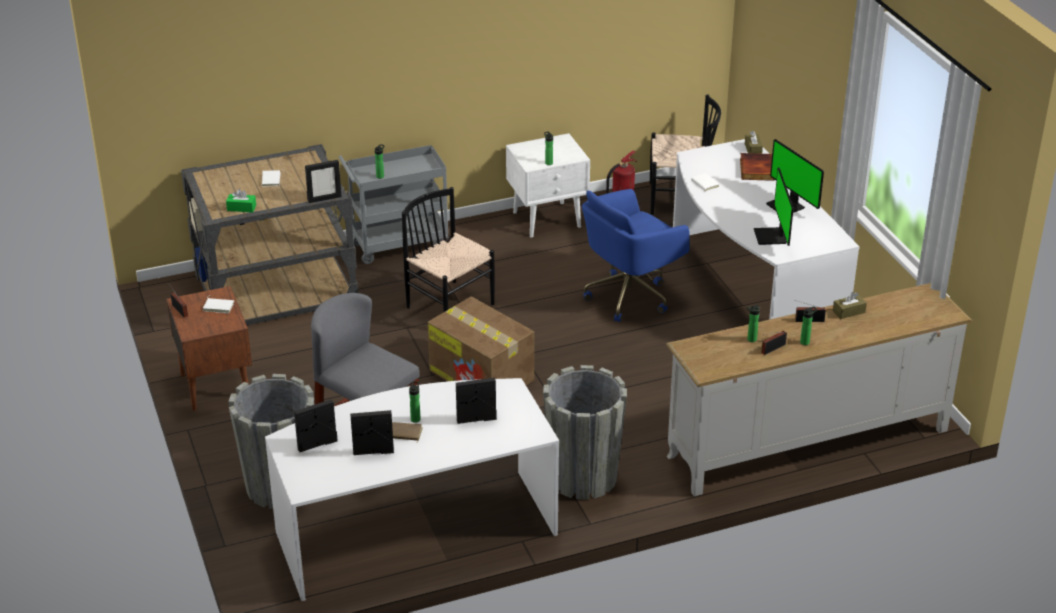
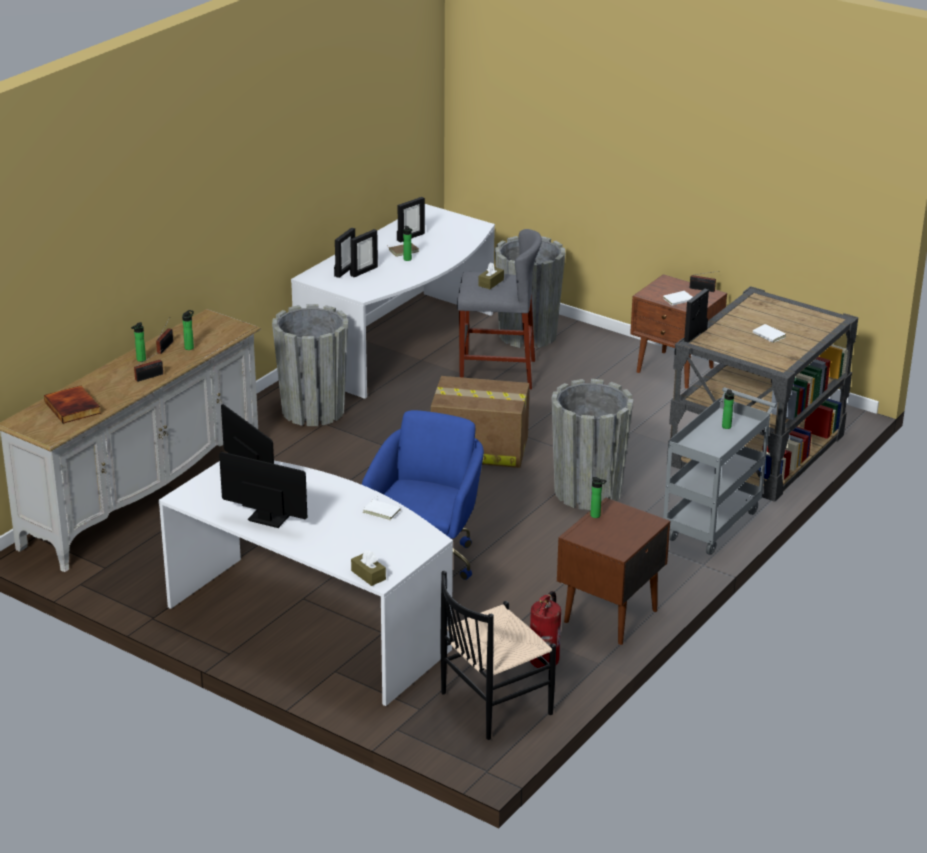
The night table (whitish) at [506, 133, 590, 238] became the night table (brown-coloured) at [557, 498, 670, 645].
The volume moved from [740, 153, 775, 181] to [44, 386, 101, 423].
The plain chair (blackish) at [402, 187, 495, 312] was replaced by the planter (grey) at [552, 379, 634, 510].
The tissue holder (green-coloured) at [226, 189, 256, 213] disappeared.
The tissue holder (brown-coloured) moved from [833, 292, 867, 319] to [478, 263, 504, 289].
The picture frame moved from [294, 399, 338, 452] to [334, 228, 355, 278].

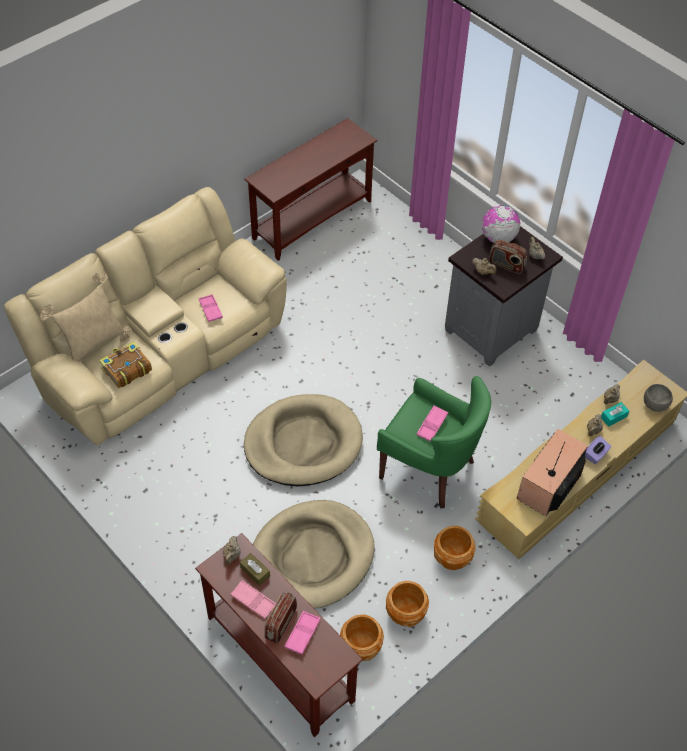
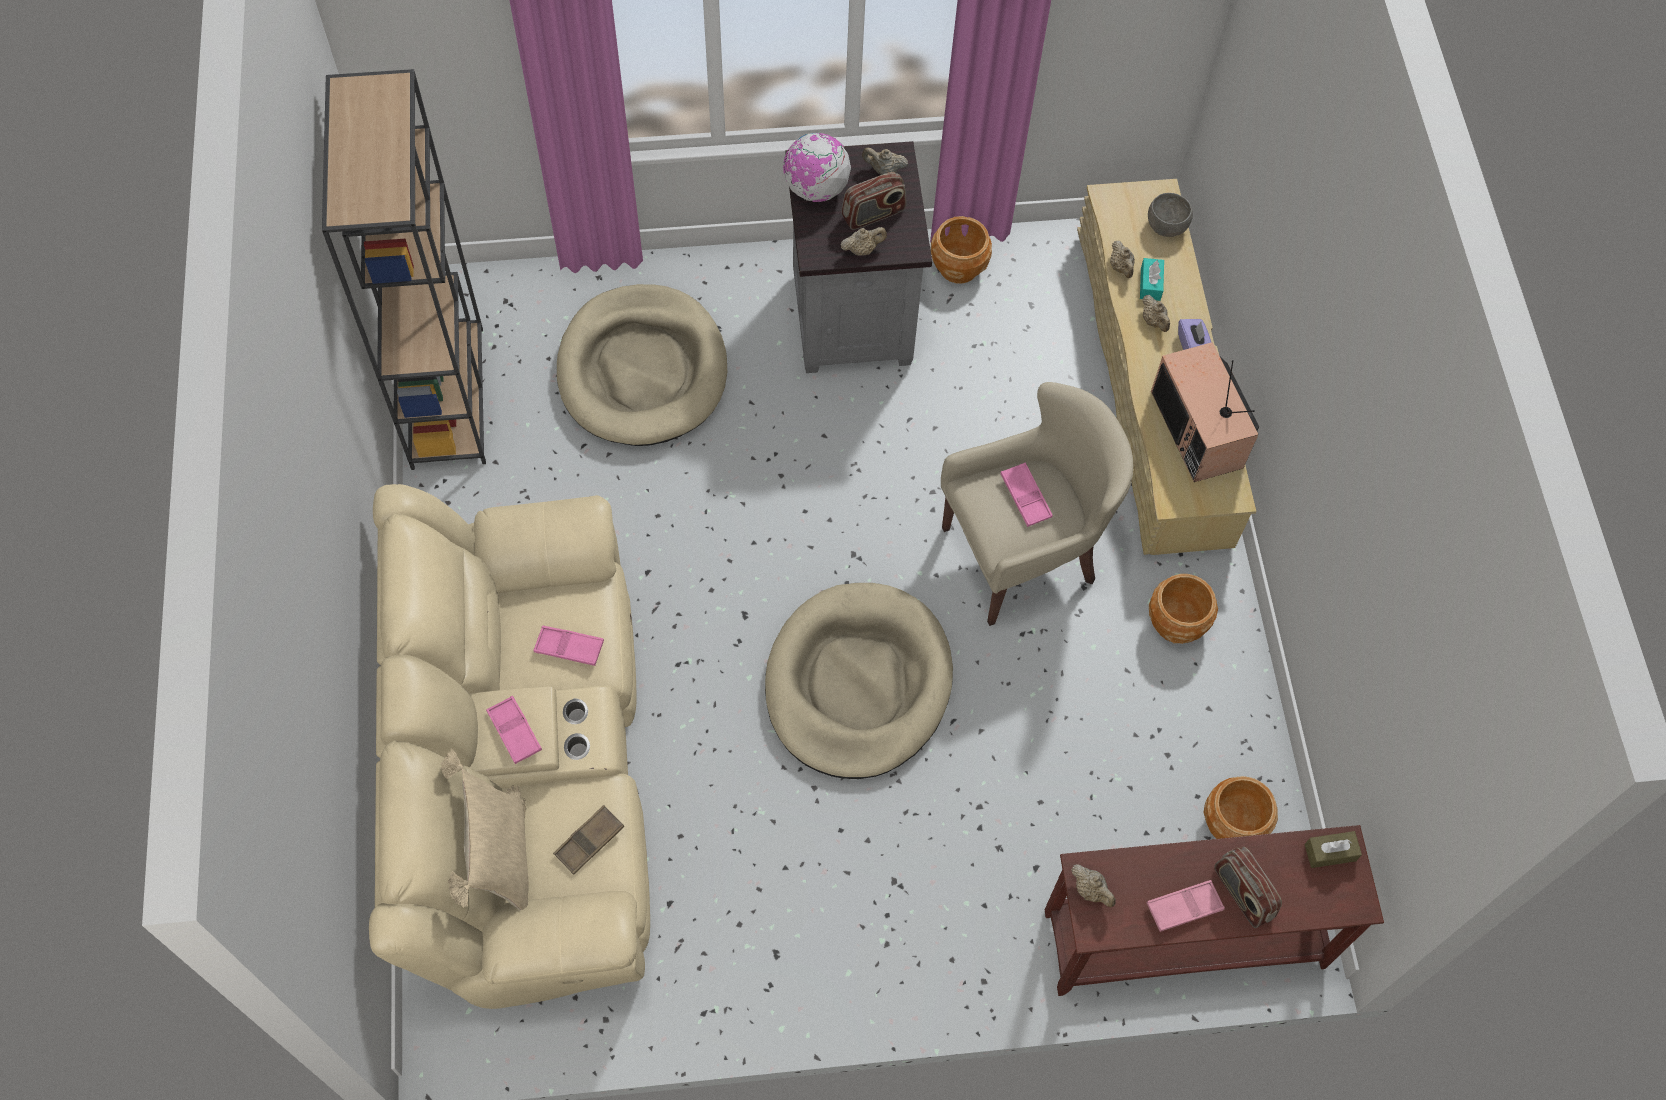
The console table (brown-coloured) at [244, 118, 377, 261] was replaced by the shelving unit at [322, 69, 486, 470].
The volume at [99, 341, 152, 388] was replaced by the tray (brown-coloured) at [553, 805, 624, 875].
The easy chair (green-coloured) at [377, 376, 491, 508] became the easy chair (beige) at [941, 382, 1133, 626].
The dog bed (beige) moved from [253, 500, 375, 609] to [557, 284, 727, 446].
The tissue holder (brown-coloured) moved from [240, 553, 270, 586] to [1304, 831, 1362, 868].
The planter (brown-coloured) moved from [386, 581, 429, 627] to [931, 216, 992, 284].
The tray (pink-coloured) moved from [285, 611, 321, 655] to [486, 696, 542, 764].

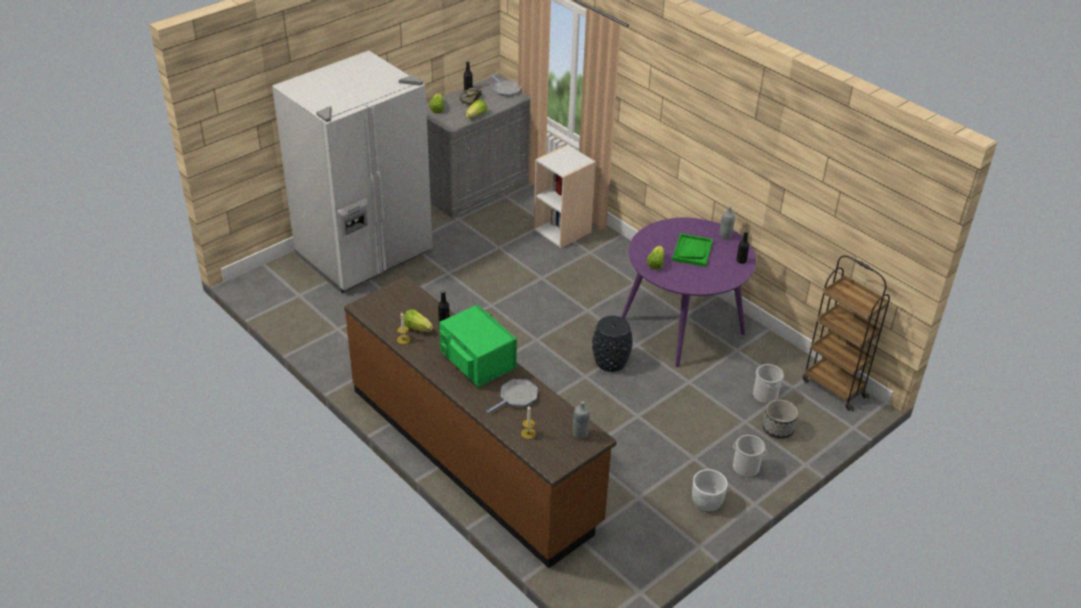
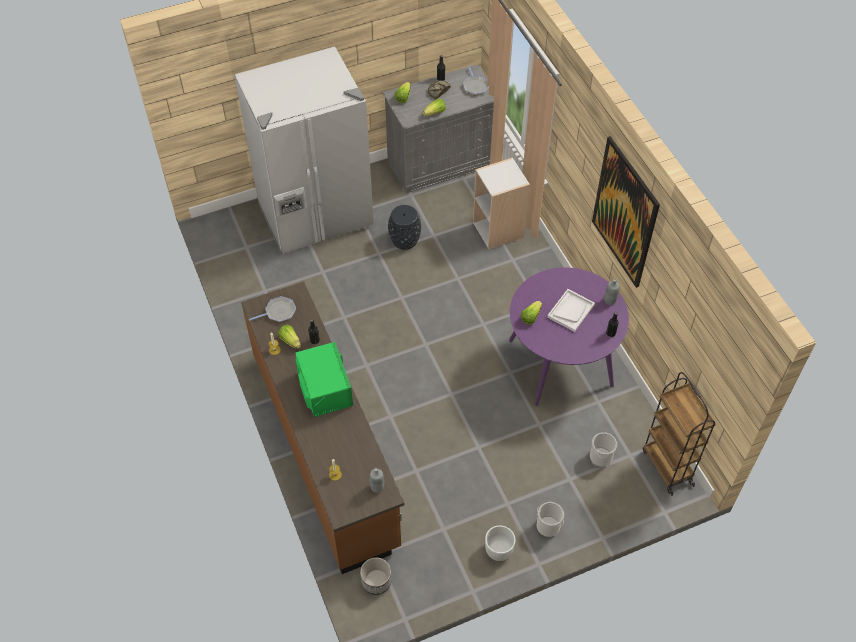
The tray (green-coloured) at [672, 233, 713, 267] became the tray (whitish) at [547, 289, 595, 332].
The sitting stool (blackish) moved from [592, 316, 633, 372] to [388, 205, 421, 250].
The pan moved from [487, 379, 538, 413] to [249, 296, 296, 322].
The planter moved from [763, 399, 798, 439] to [360, 557, 392, 595].
The picture at [592, 136, 660, 288] appeared.

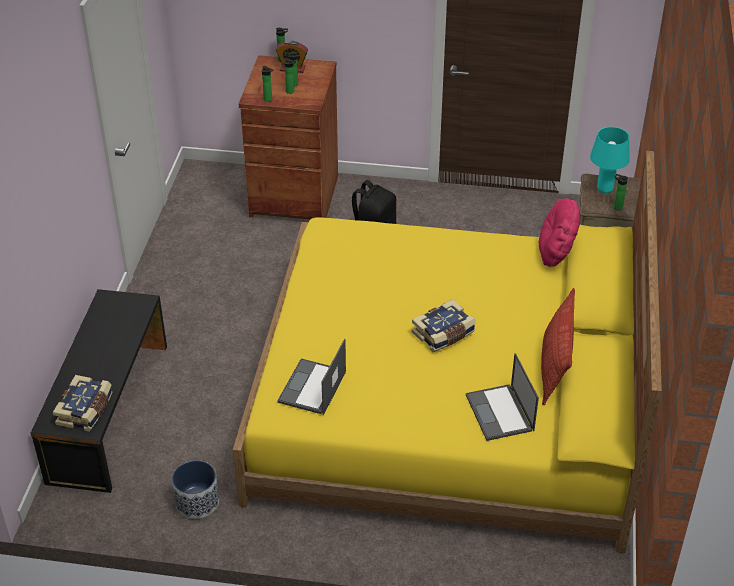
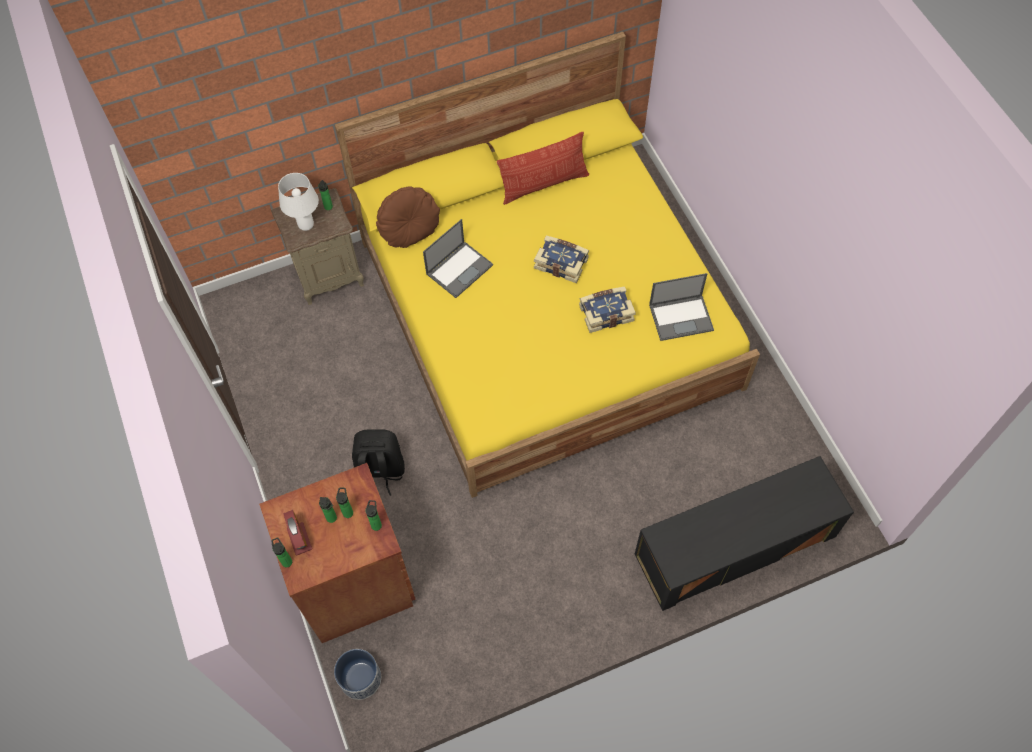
The tabletop lamp (turquoise) at [590, 127, 630, 193] became the tabletop lamp (whitish) at [278, 173, 319, 231].
The cushion (pink-coloured) at [539, 198, 580, 267] became the cushion (brown-coloured) at [376, 186, 440, 248].
The portable computer moved from [466, 353, 539, 441] to [423, 219, 493, 298].
The volume moved from [53, 375, 113, 432] to [579, 286, 636, 333].
The planter moved from [172, 460, 219, 519] to [334, 649, 381, 700].

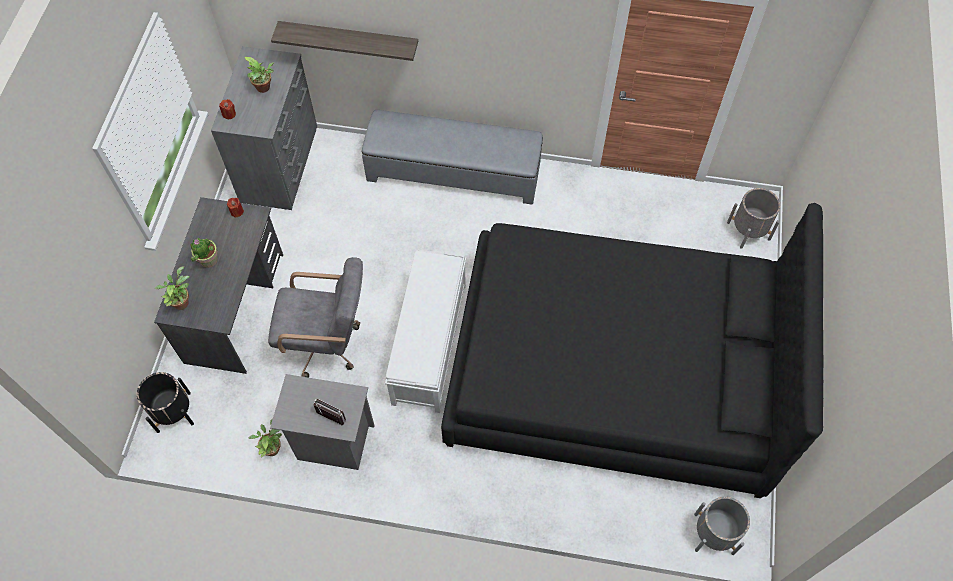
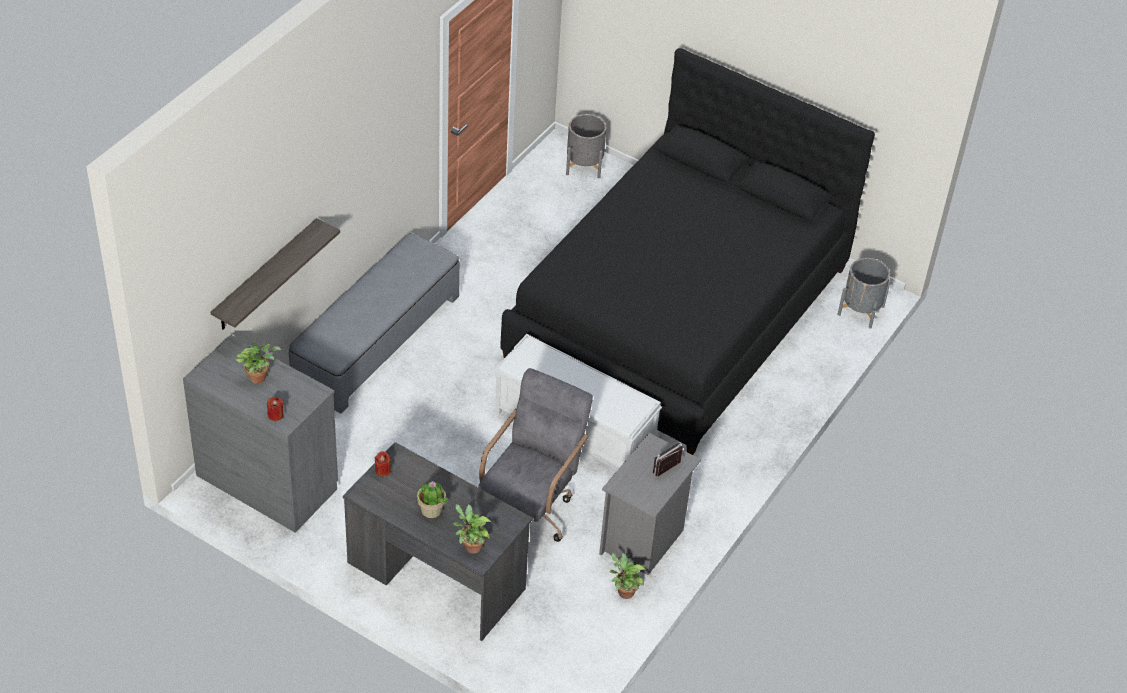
The planter (blackish) at [137, 372, 194, 433] disappeared.

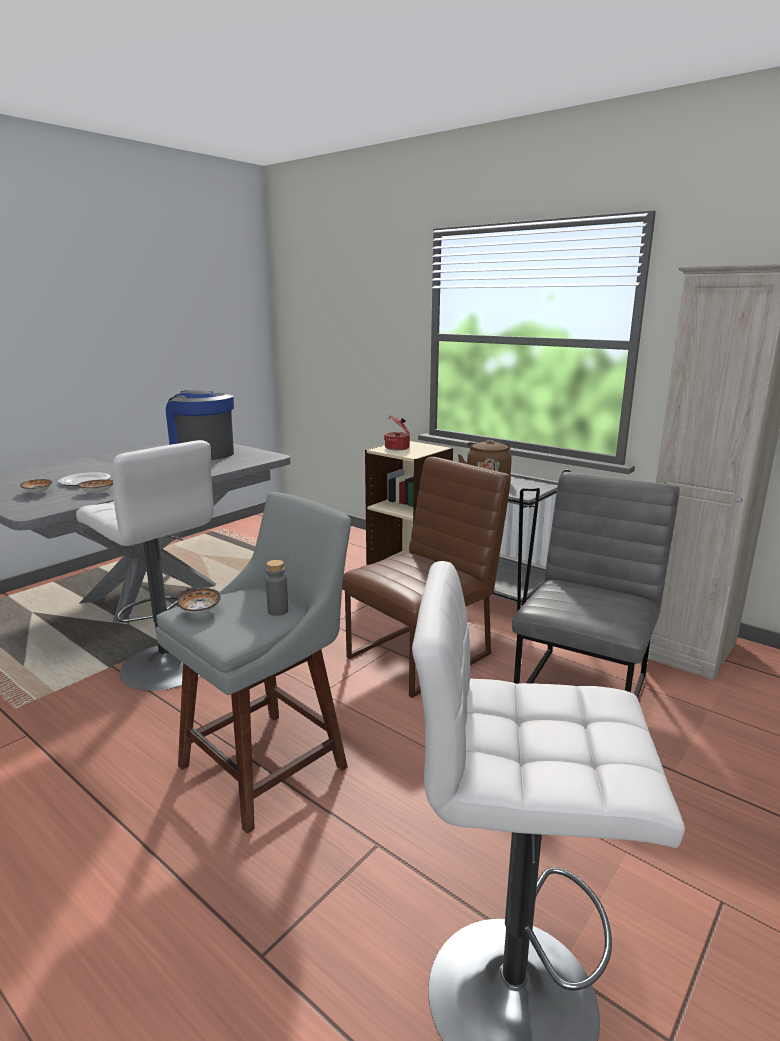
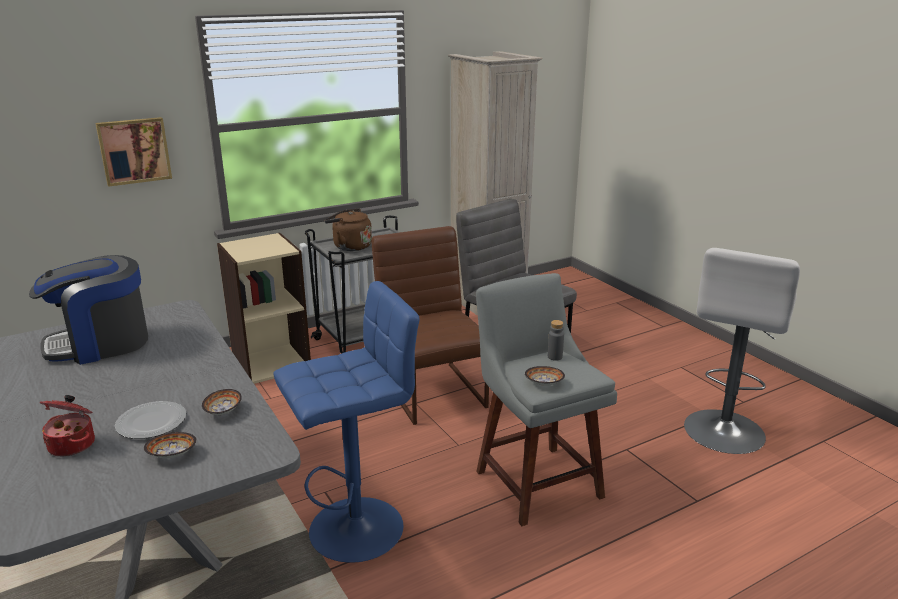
The stockpot moved from [384, 415, 410, 450] to [40, 395, 95, 457].
The sitting stool (whitish) at [76, 440, 214, 691] became the sitting stool (blue) at [273, 281, 420, 563].
The picture at [95, 117, 172, 187] appeared.

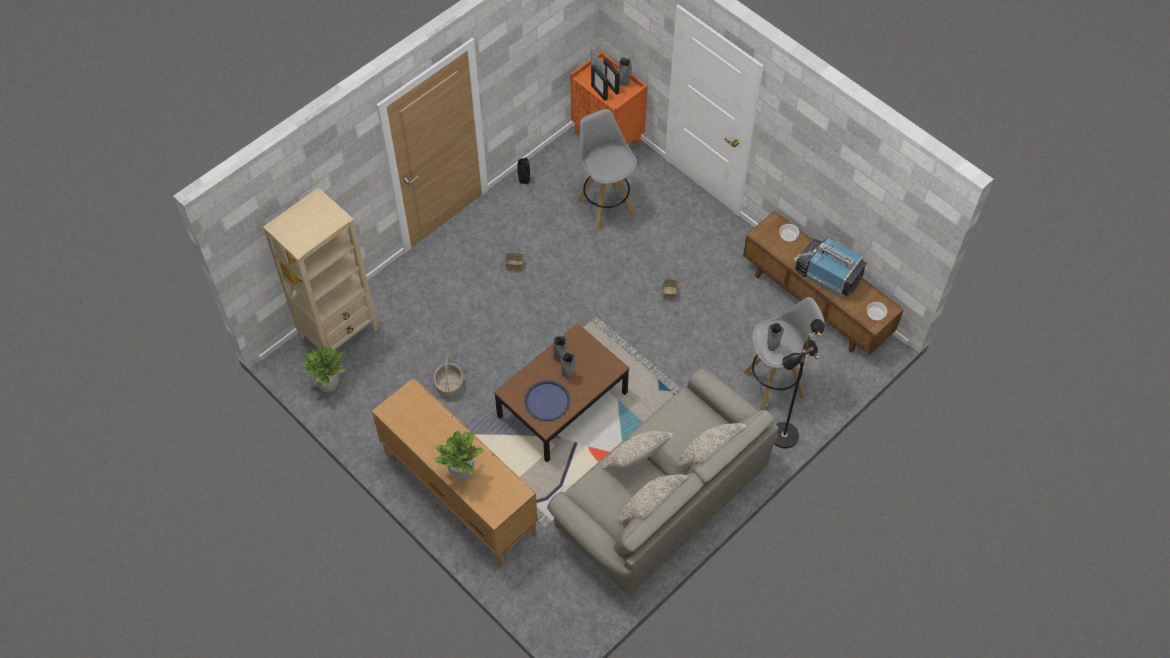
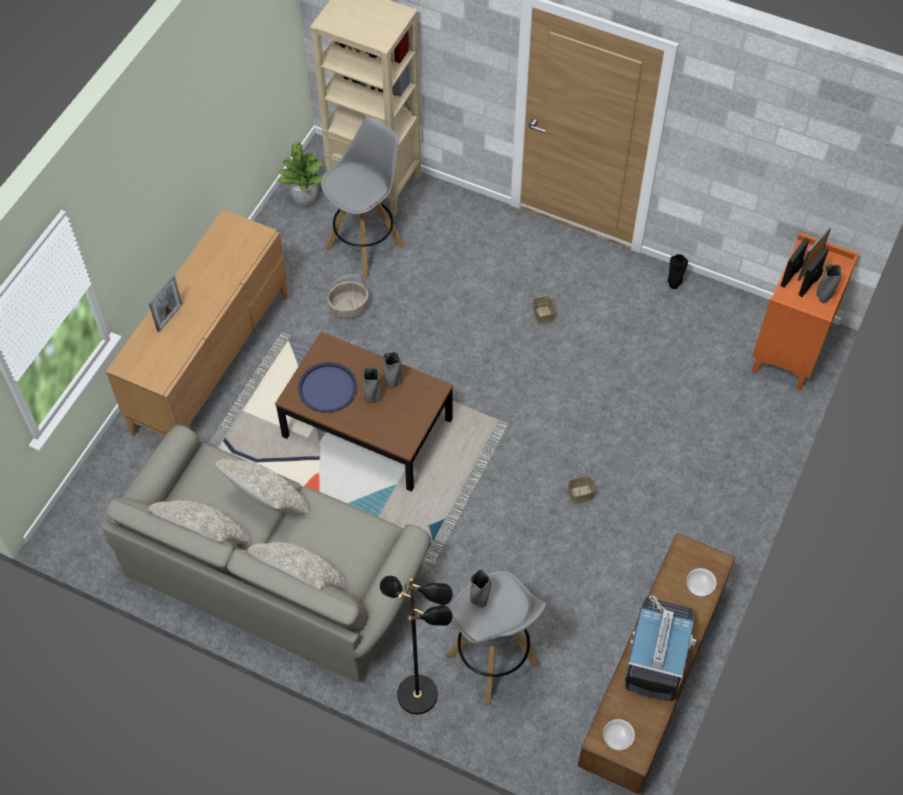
The sitting stool (grey) moved from [577, 109, 637, 231] to [321, 117, 404, 278].
The houseplant at [434, 431, 484, 481] was replaced by the picture frame at [149, 275, 182, 332].

